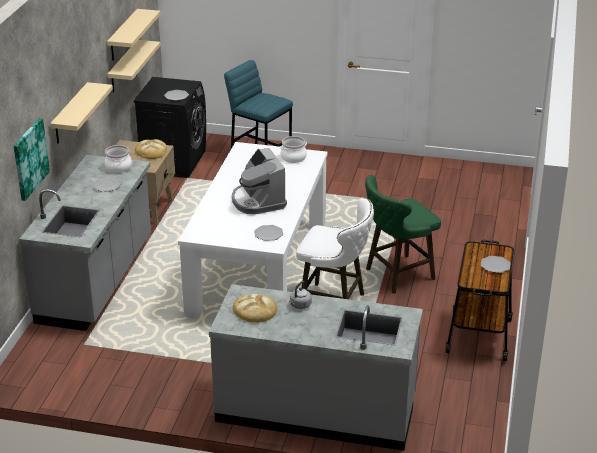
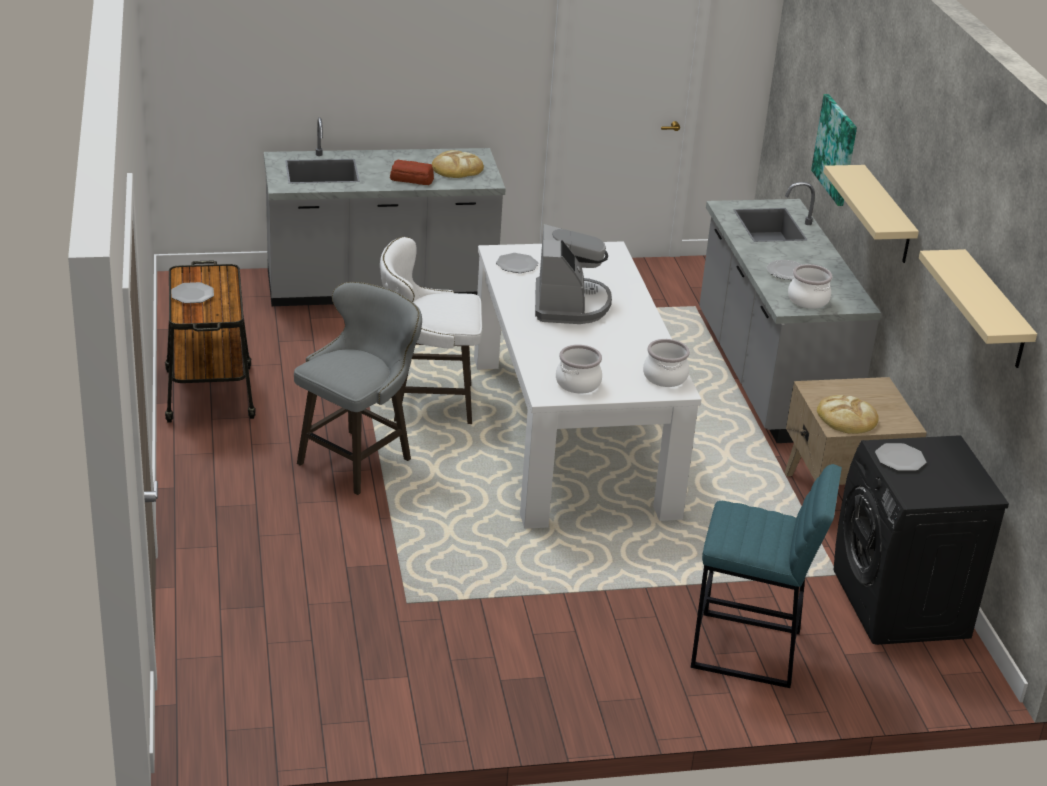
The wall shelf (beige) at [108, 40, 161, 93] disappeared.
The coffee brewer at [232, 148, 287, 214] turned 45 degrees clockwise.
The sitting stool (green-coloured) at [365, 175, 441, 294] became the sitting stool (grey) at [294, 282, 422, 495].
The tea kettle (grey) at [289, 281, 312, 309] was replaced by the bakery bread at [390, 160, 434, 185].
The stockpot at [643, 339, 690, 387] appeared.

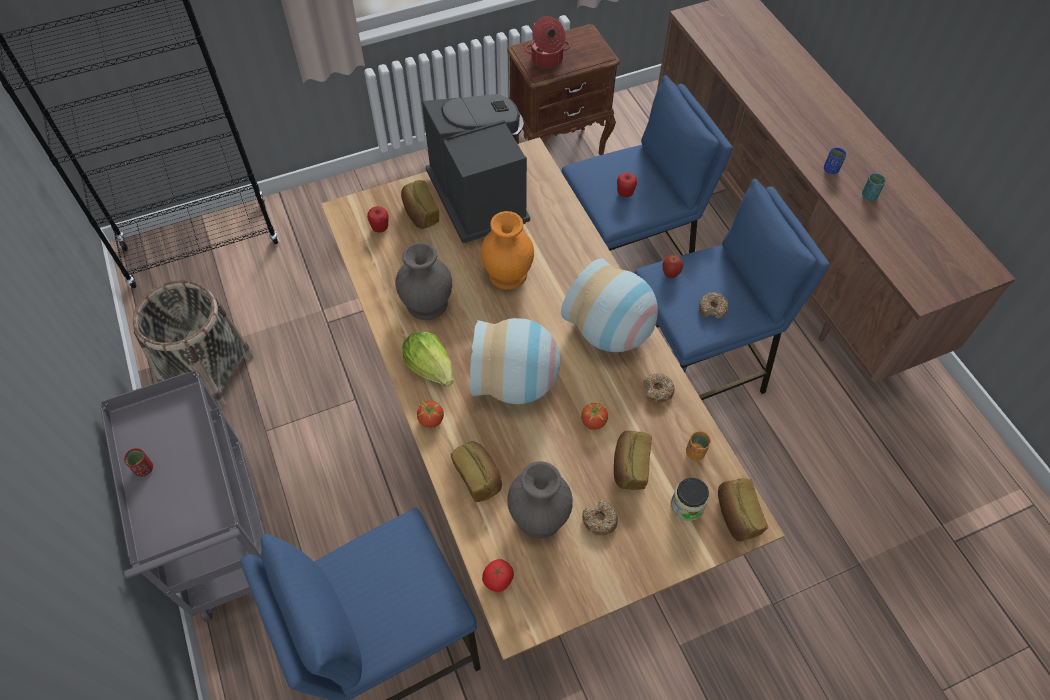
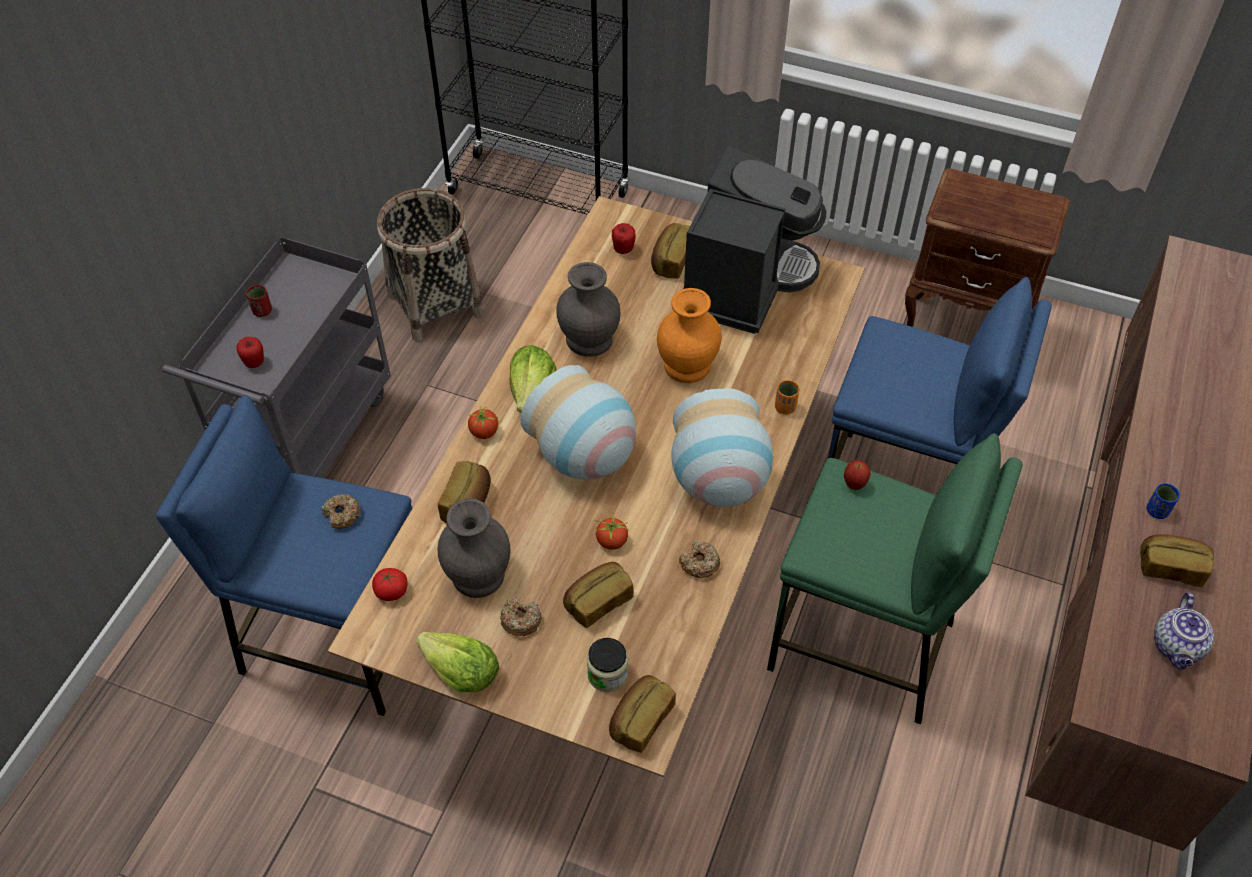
The stockpot at [525, 16, 570, 68] disappeared.
The apple fruit moved from [617, 172, 637, 197] to [236, 337, 264, 368].
The cup (turquoise) at [862, 173, 886, 200] was replaced by the bakery bread at [1140, 534, 1214, 587].
The sitting stool (blue) at [635, 179, 830, 400] became the sitting stool (green-coloured) at [767, 433, 1023, 724].
The donut moved from [698, 292, 728, 319] to [322, 494, 361, 529].
The cup (orange) moved from [686, 431, 711, 461] to [775, 380, 799, 415].
The pot for tea at [1154, 592, 1214, 670] appeared.
The lettuce at [416, 632, 499, 692] appeared.

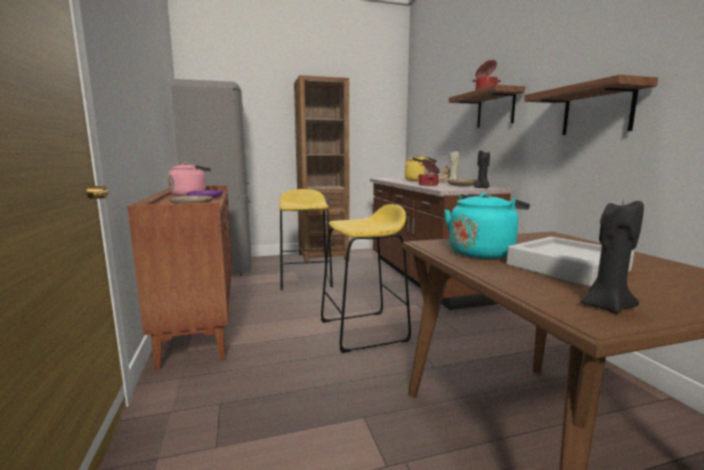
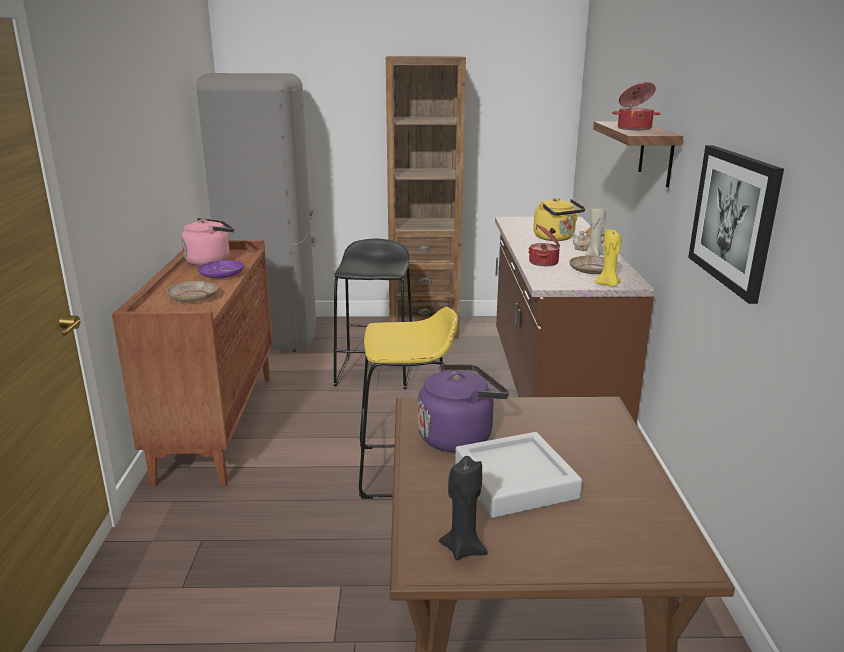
The wall shelf at [524, 75, 658, 135] was replaced by the picture at [688, 145, 784, 304].
The wax candle (blackish) at [474, 150, 490, 188] became the wax candle (yellow-coloured) at [594, 229, 622, 287].
The sitting stool (yellow-coloured) at [279, 189, 333, 290] became the sitting stool (blackish) at [333, 239, 412, 389].
The tea kettle (turquoise) at [444, 192, 530, 259] became the tea kettle (purple) at [418, 364, 509, 452].

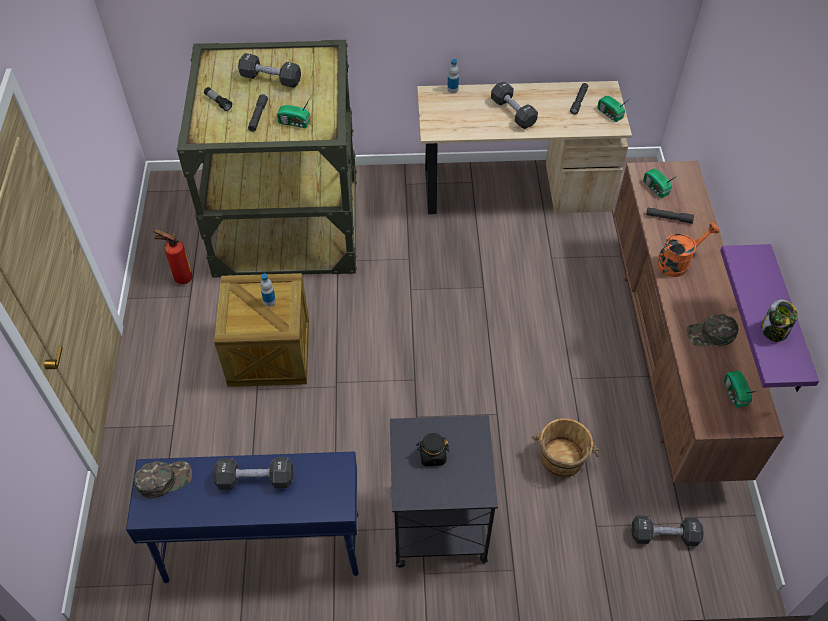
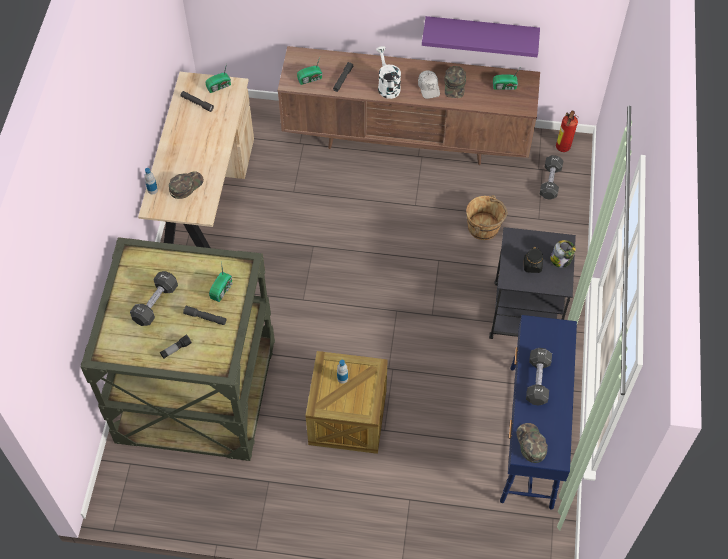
The dumbbell (blackish) at [491, 81, 538, 129] disappeared.
The watering can (orange) at [657, 222, 719, 277] became the watering can (whitish) at [376, 46, 401, 99].
The fire extinguisher moved from [154, 228, 193, 284] to [556, 110, 578, 152].
The jar moved from [761, 300, 798, 342] to [550, 240, 576, 268].
The baseball cap (whitish) at [418, 70, 440, 99] appeared.
The baseball cap (green-coloured) at [169, 171, 204, 199] appeared.

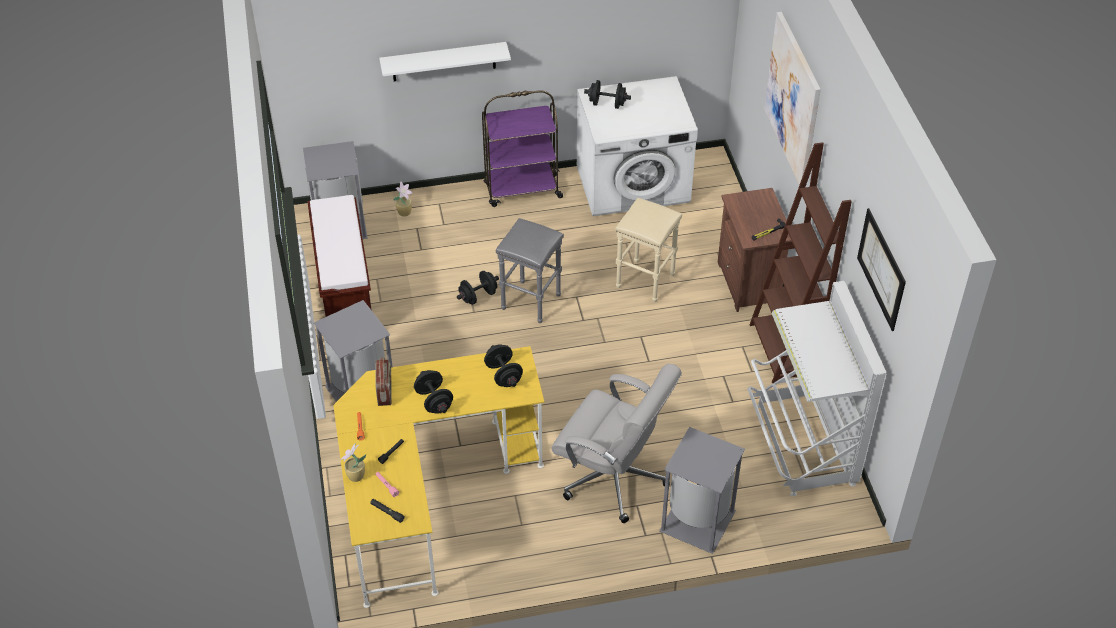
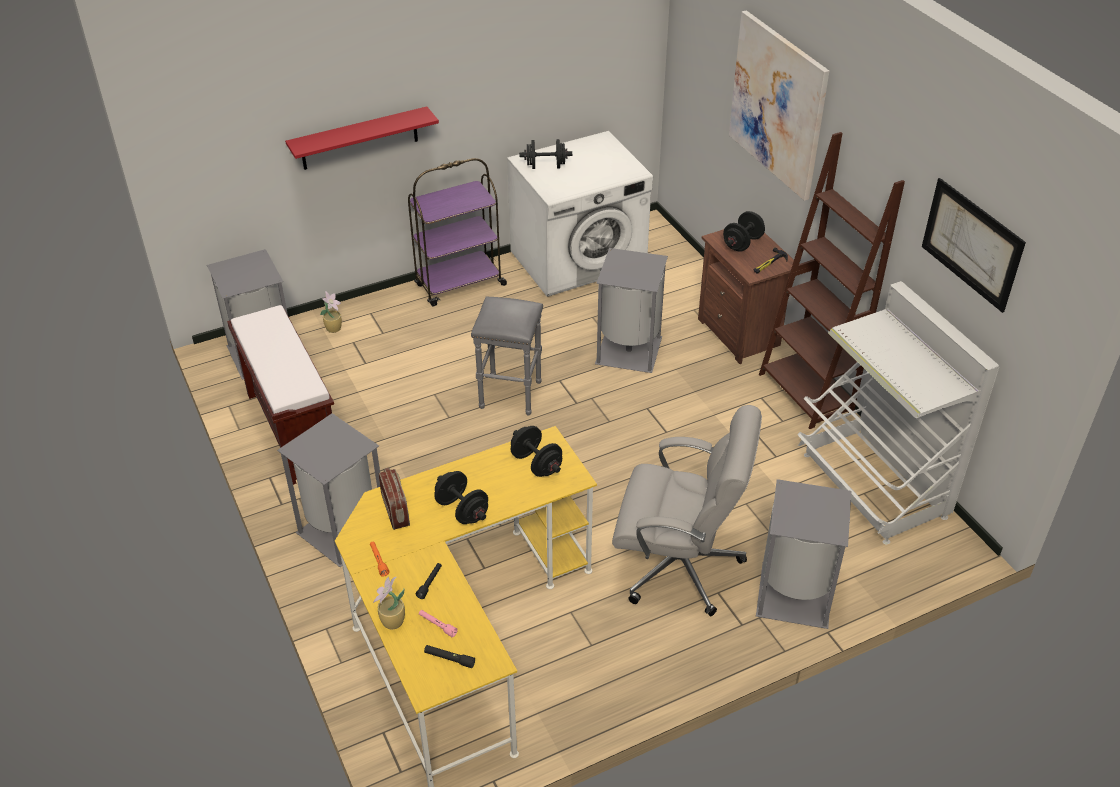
The wall shelf (whitish) at [379, 42, 511, 81] became the wall shelf (red-coloured) at [285, 106, 439, 170].
The sitting stool (beige) at [615, 198, 682, 302] was replaced by the waste bin (grey) at [595, 248, 668, 373].
The dumbbell (blackish) moved from [457, 271, 499, 305] to [723, 211, 765, 252].

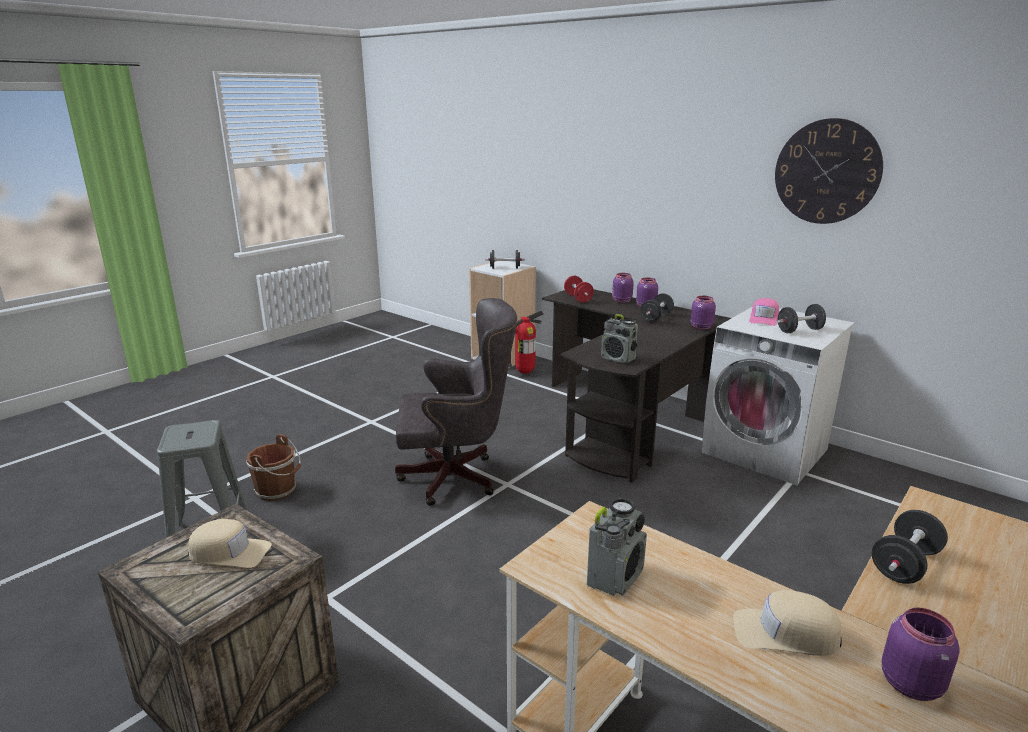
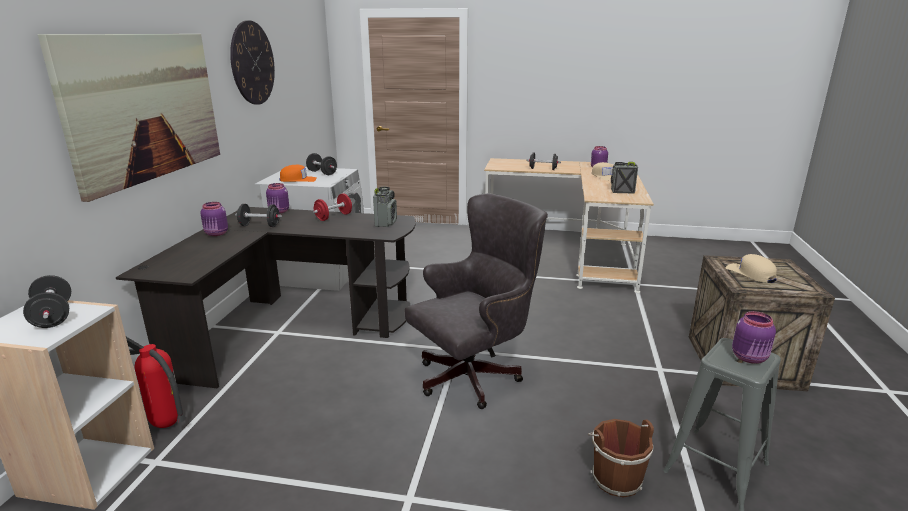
The jar (purple) moved from [612, 273, 634, 303] to [732, 311, 776, 364].
The dumbbell (red-coloured) moved from [564, 276, 594, 302] to [313, 193, 352, 221].
The office chair (grey) at [395, 298, 517, 506] turned 90 degrees clockwise.
The baseball cap (pink-coloured) at [749, 298, 779, 326] became the baseball cap (orange) at [280, 165, 317, 182].
The picture at [38, 34, 220, 202] appeared.

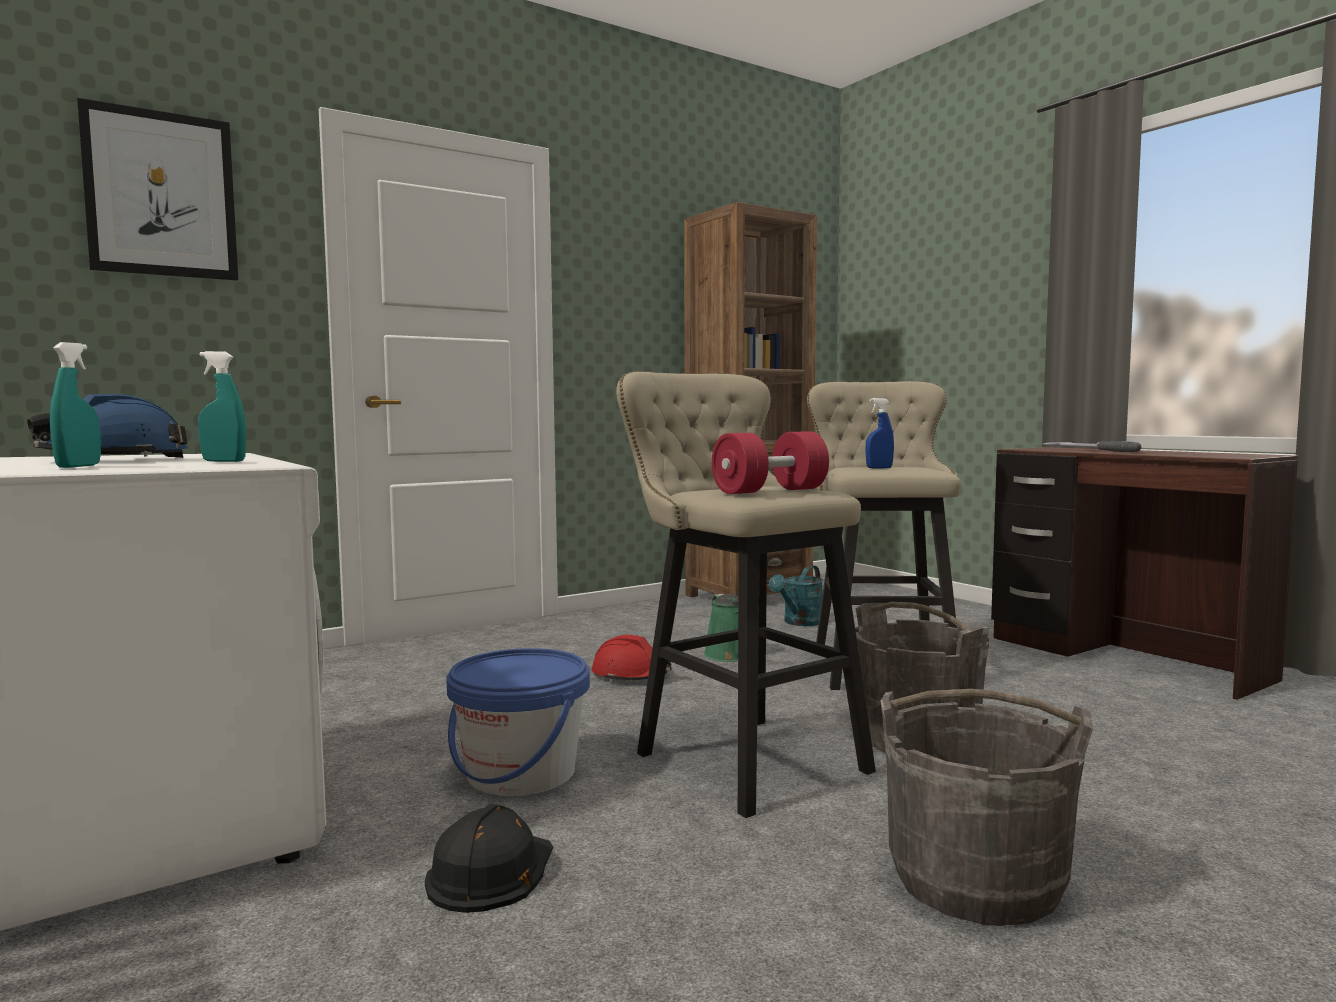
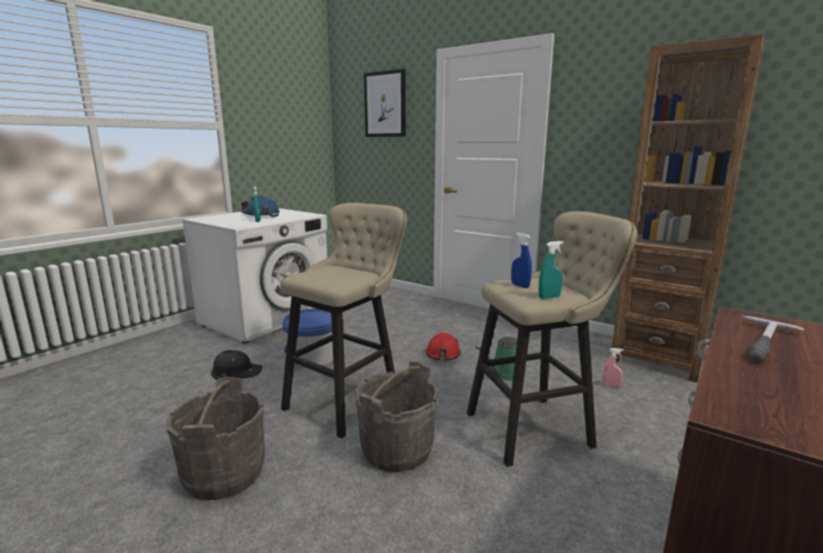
The sprayer (turquoise) moved from [50, 342, 101, 468] to [538, 241, 563, 299].
The dumbbell (red-coloured) at [712, 431, 829, 494] disappeared.
The watering can (turquoise) at [769, 565, 823, 626] was replaced by the sprayer (pink-coloured) at [602, 348, 624, 388].

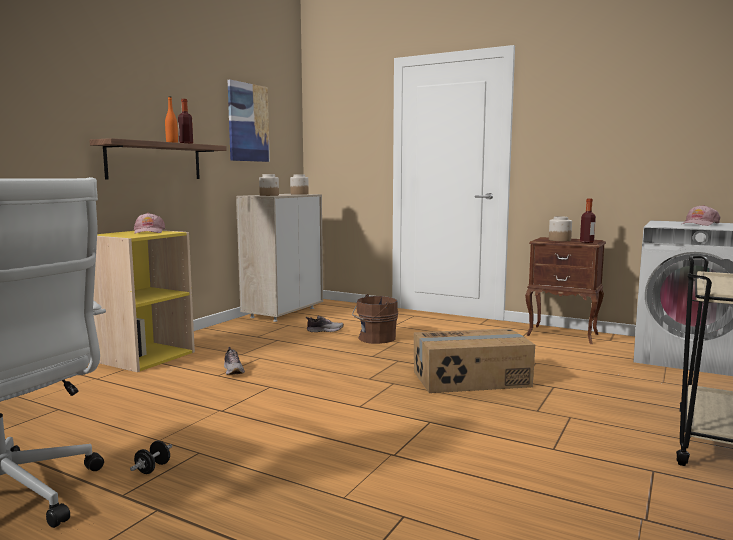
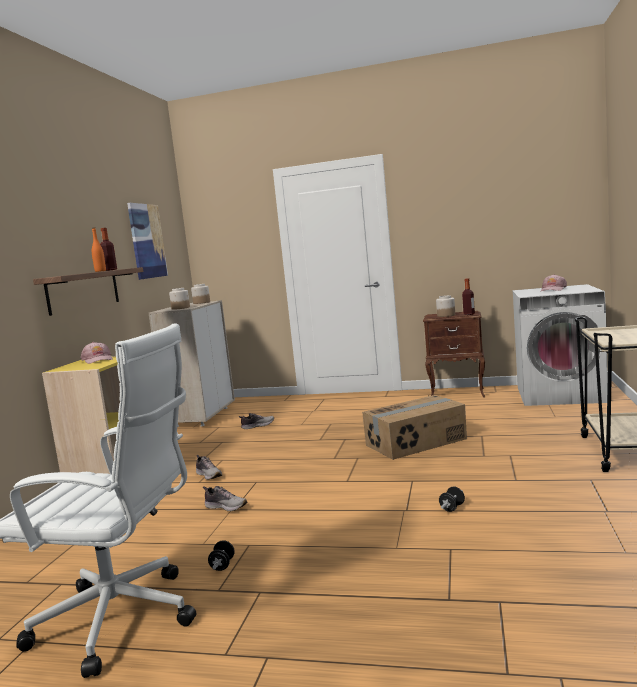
The pail (brown-coloured) at [352, 294, 398, 344] disappeared.
The item of footwear at [203, 486, 247, 511] appeared.
The dumbbell (blackish) at [439, 486, 465, 512] appeared.

